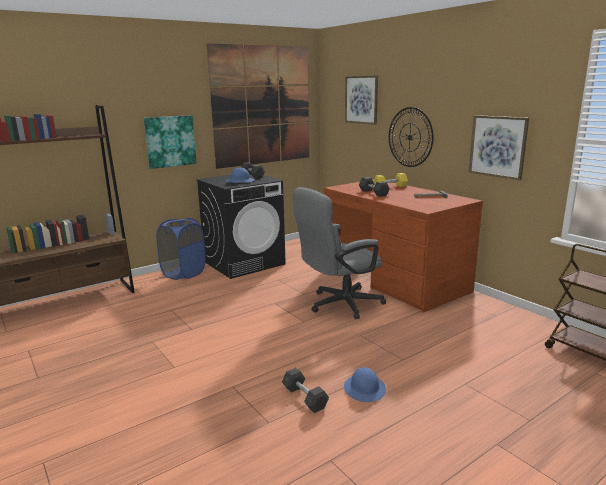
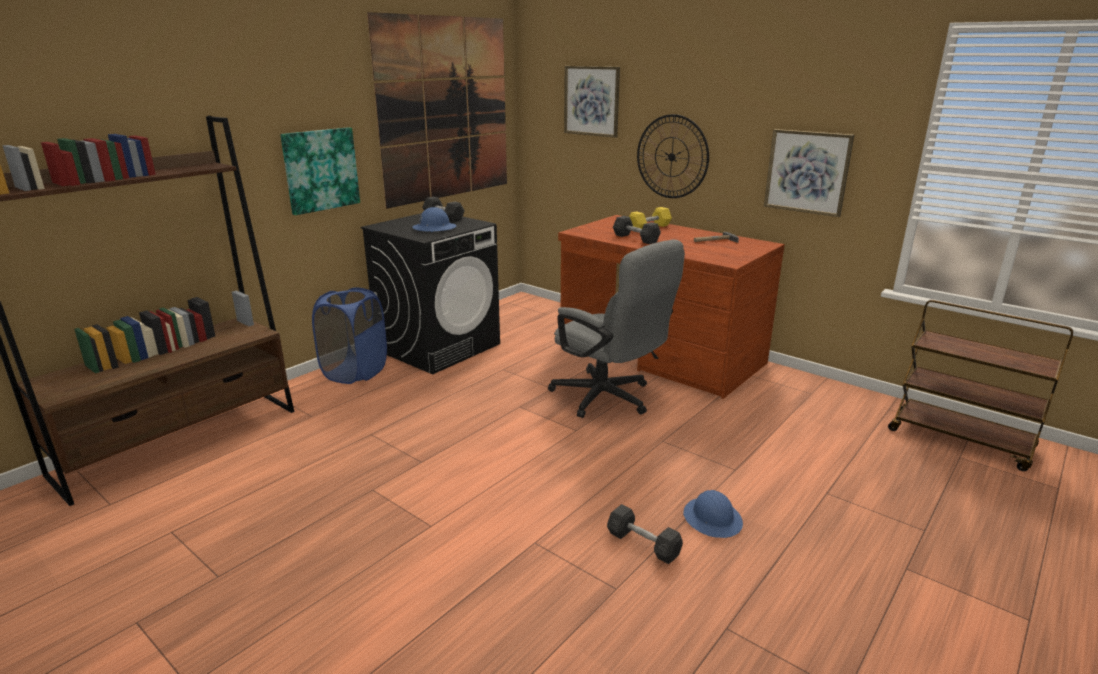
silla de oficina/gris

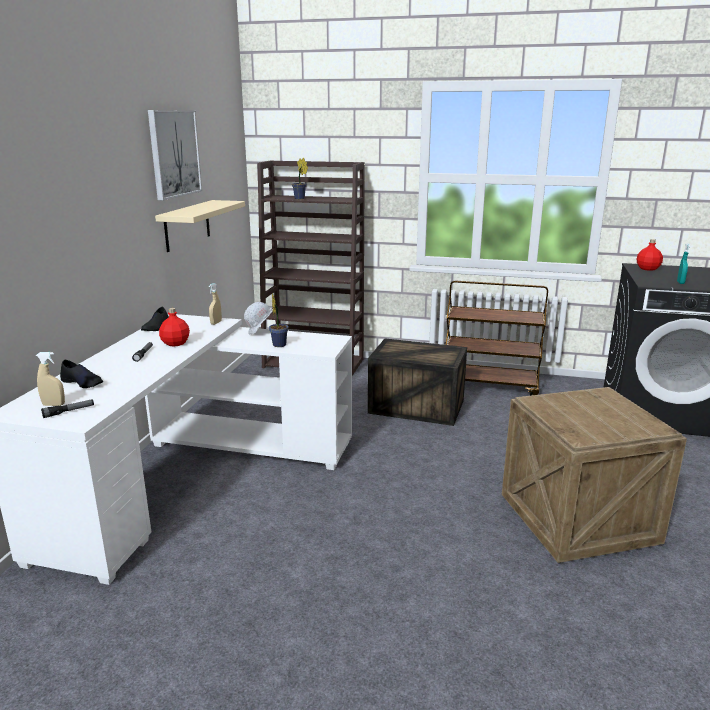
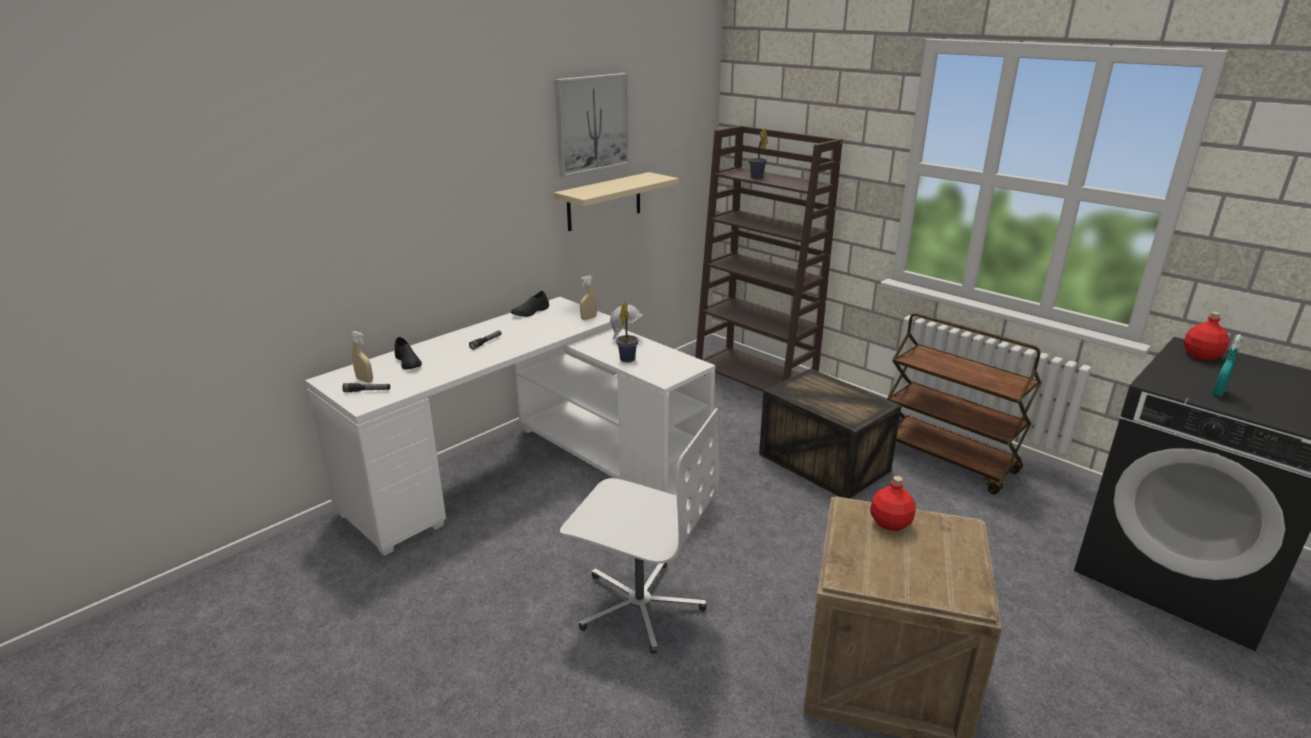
botella/rojo (no. 1 from left)
silla de oficina/blanco

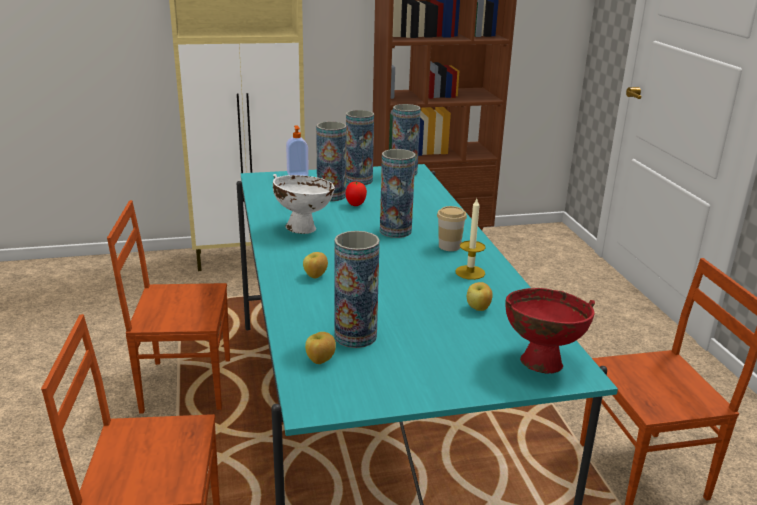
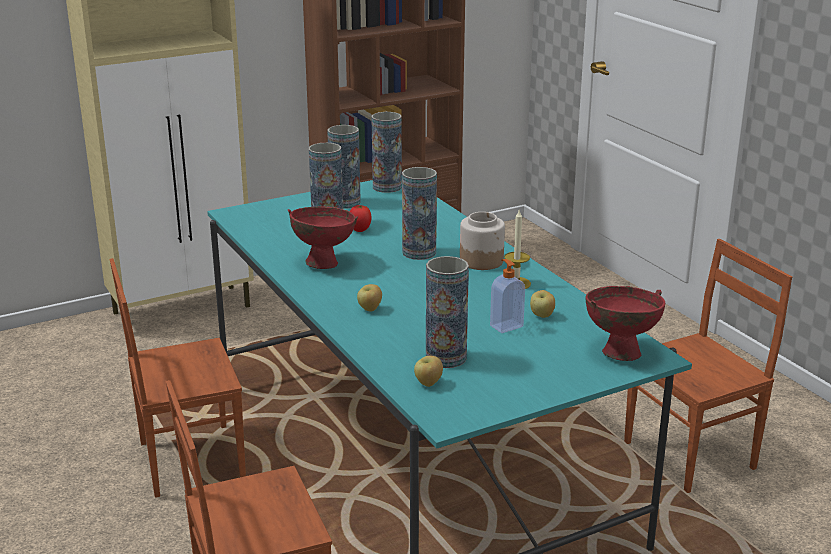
cuenco/rojo (no. 1 from left)
dispensador de jabón
tarro

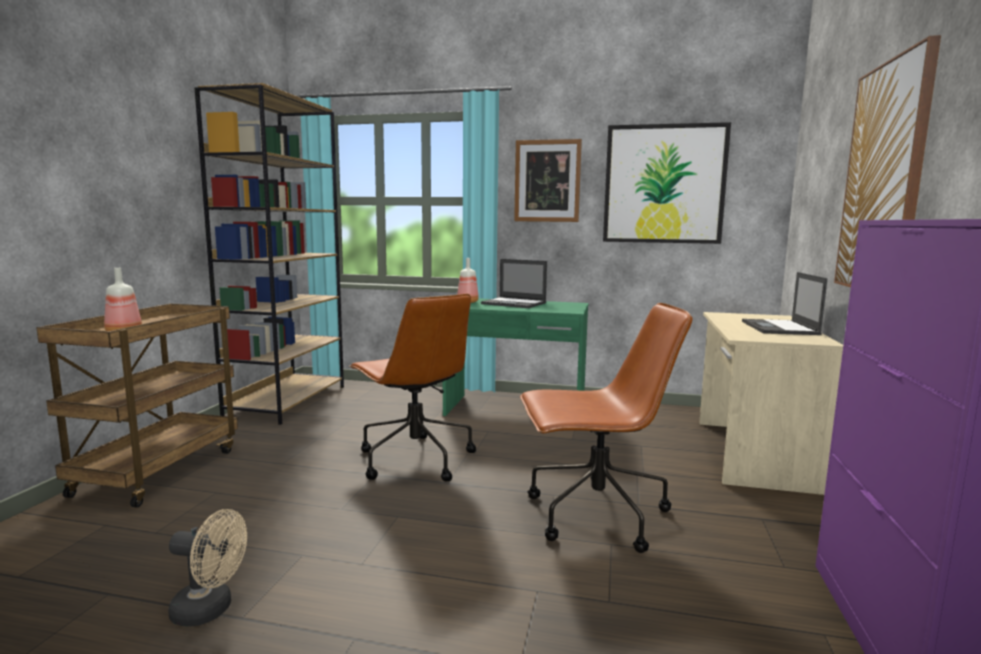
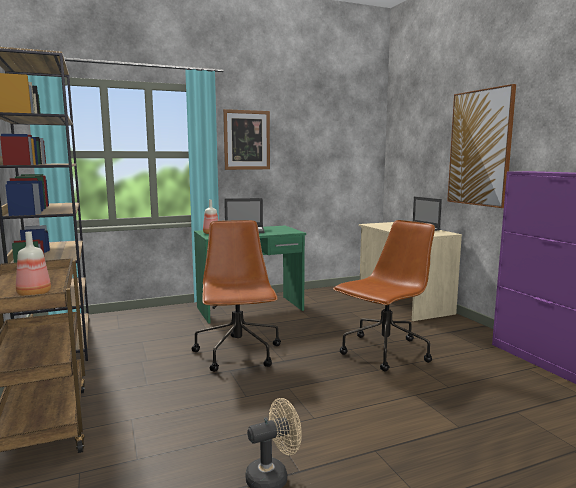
silla de oficina/marrón (no. 1 from left)
cuadro (no. 2 from left in the first image)

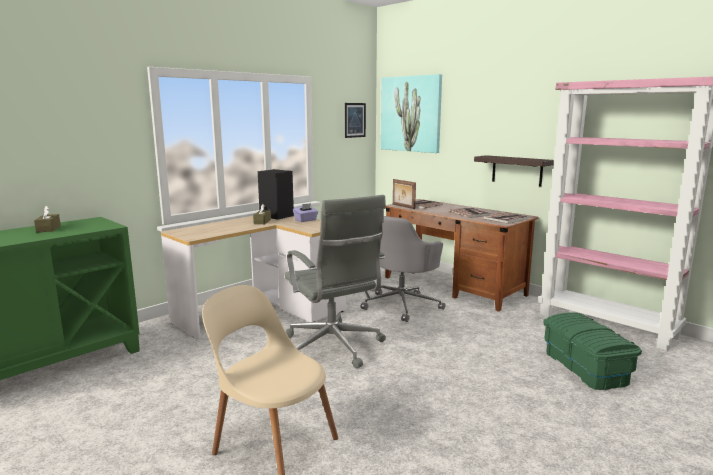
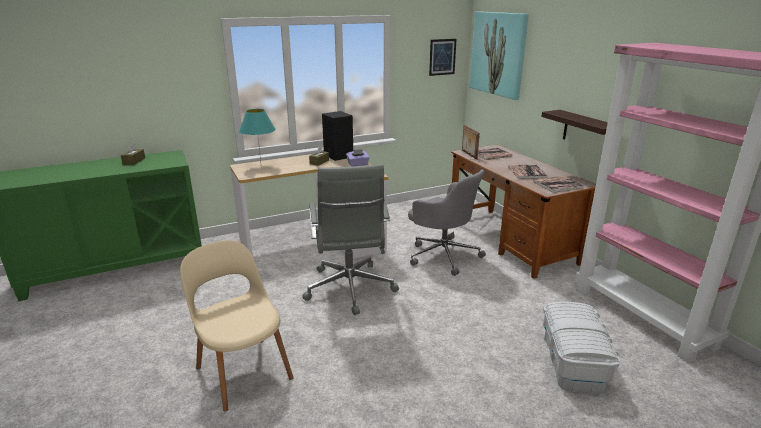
silla de oficina/gris (no. 2 from left)
caja de almacenaje/blanco
lámpara de mesa/turquesa

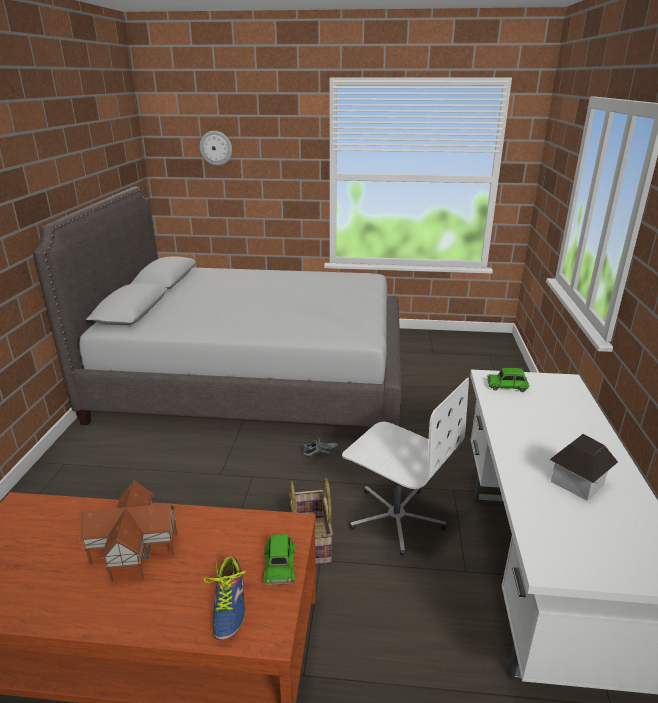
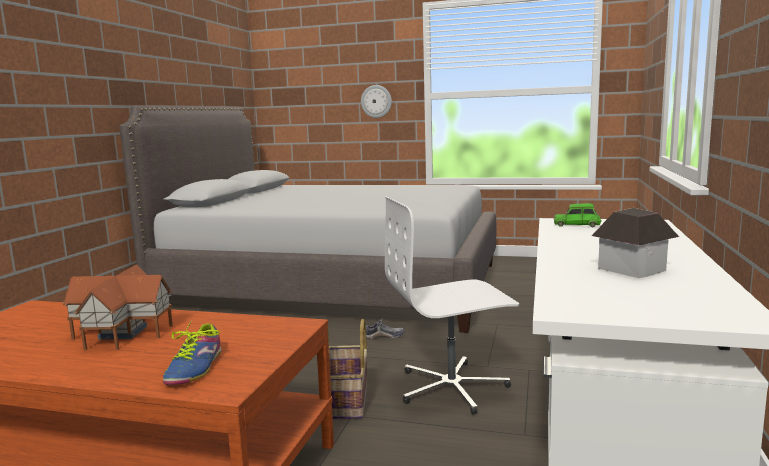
reloj de pared
coche de juguete/verde (no. 1 from left in the first image)
silla de oficina/blanco

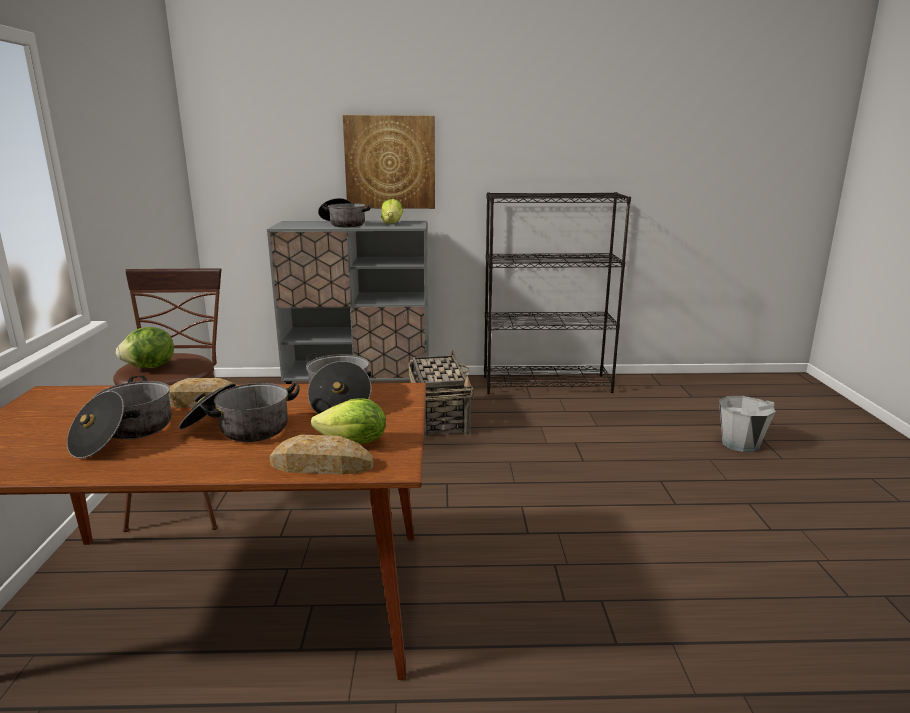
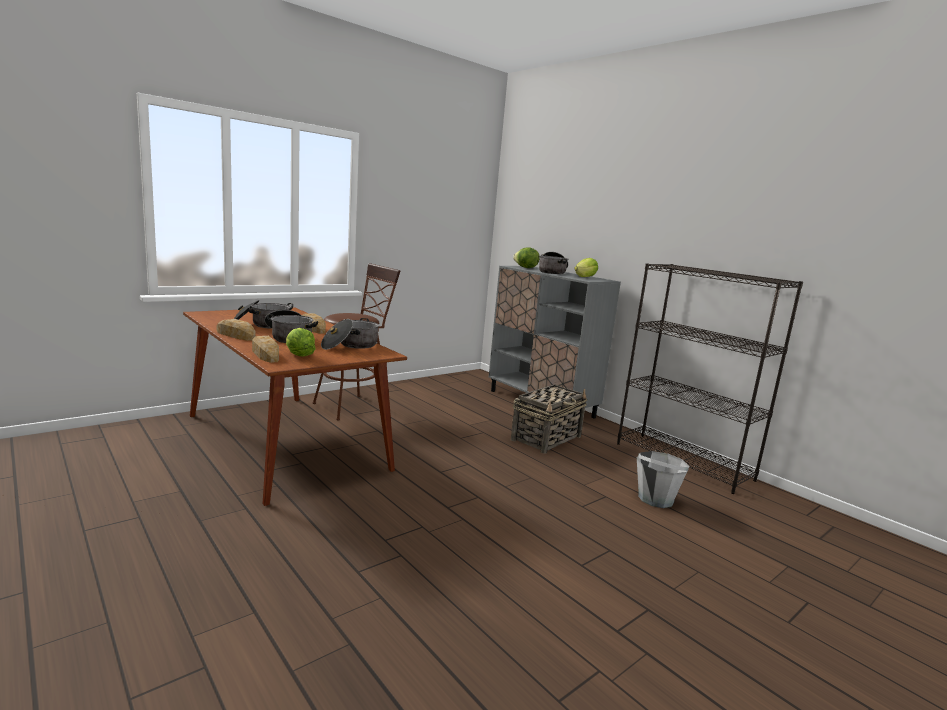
lechuga (no. 2 from left)
cuadro
cubo/gris
pan (no. 1 from left)

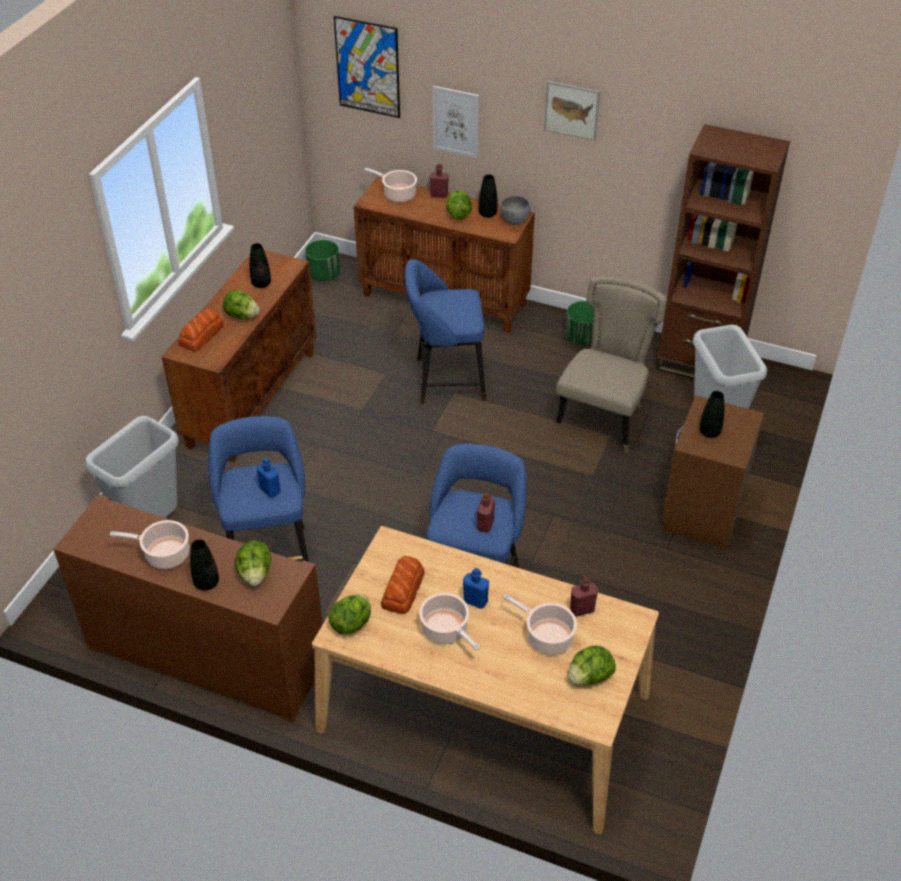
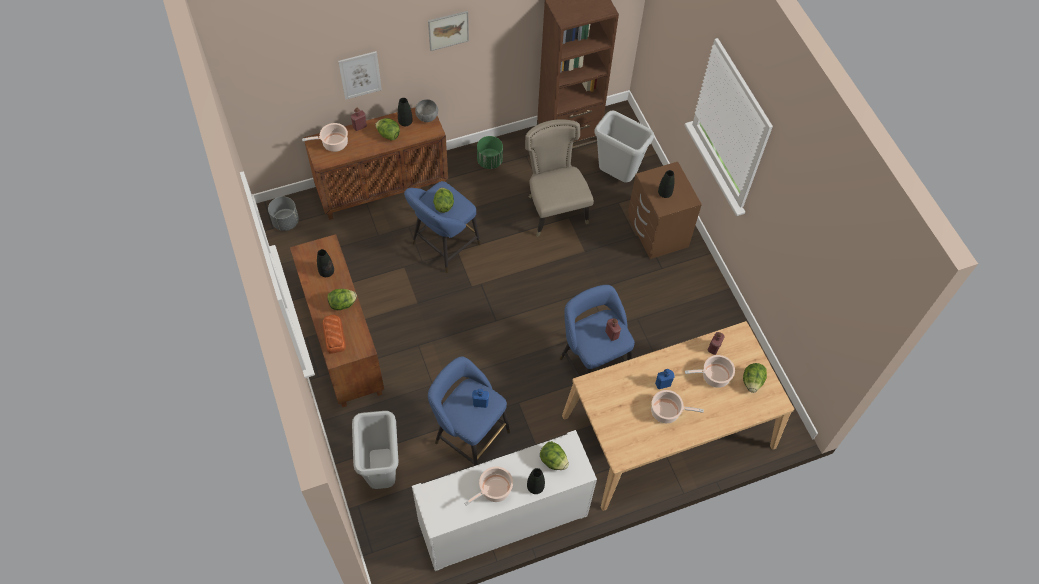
armario/blanco
maceta/gris
lechuga (no. 3 from left)
cuadro (no. 1 from left in the first image)
pan (no. 2 from left in the first image)

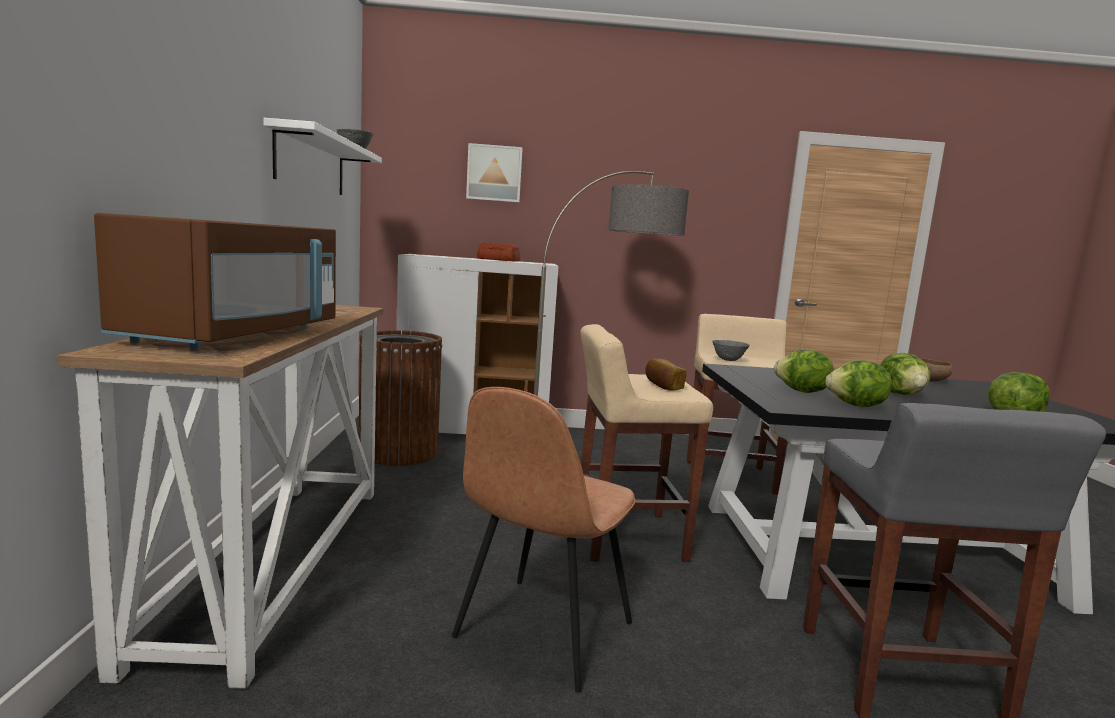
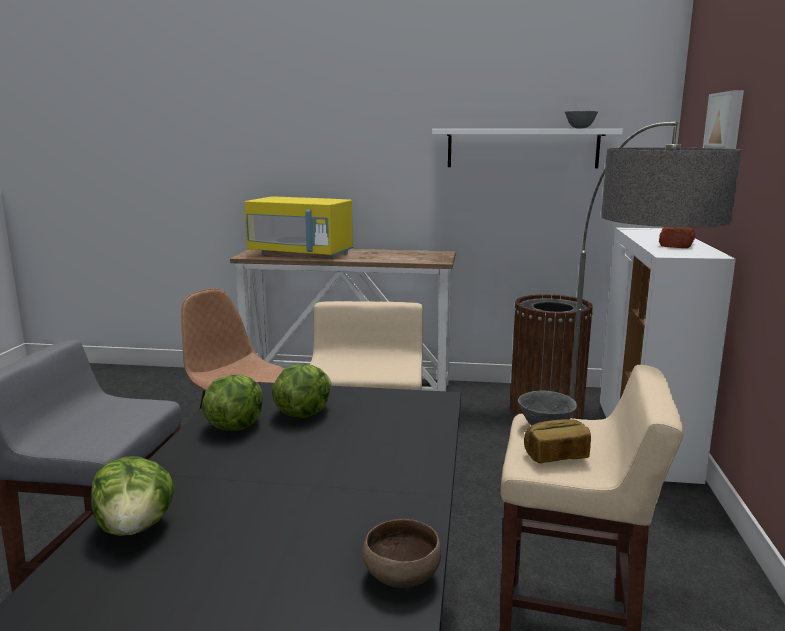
microondas/amarillo
pan (no. 1 from left)
lechuga (no. 3 from left in the first image)

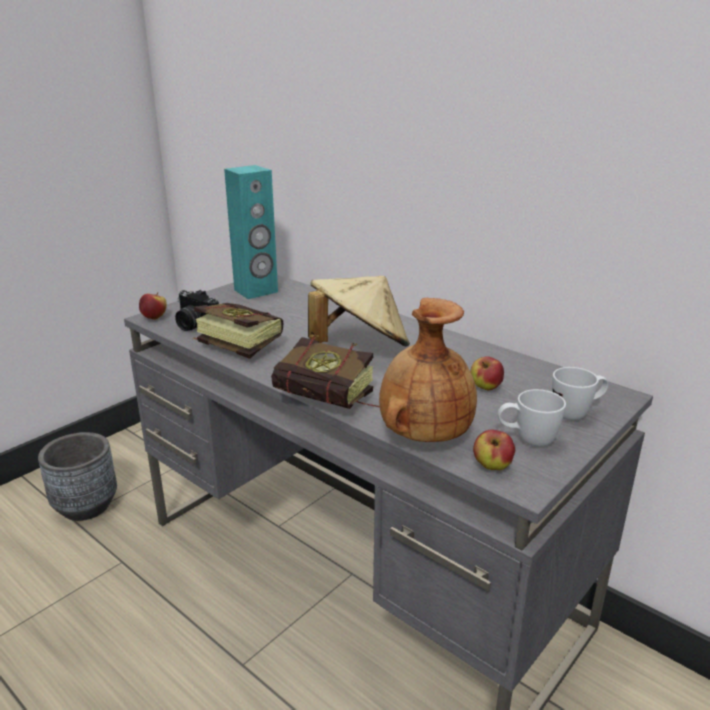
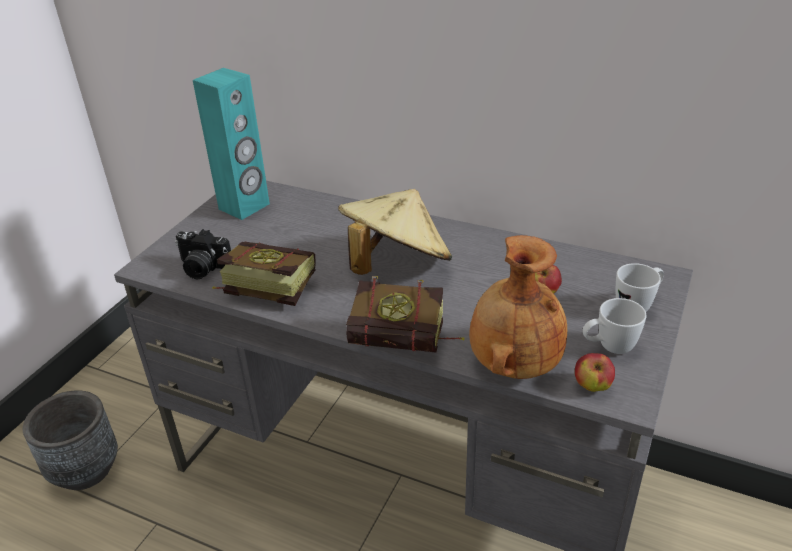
manzana (no. 1 from left in the first image)

